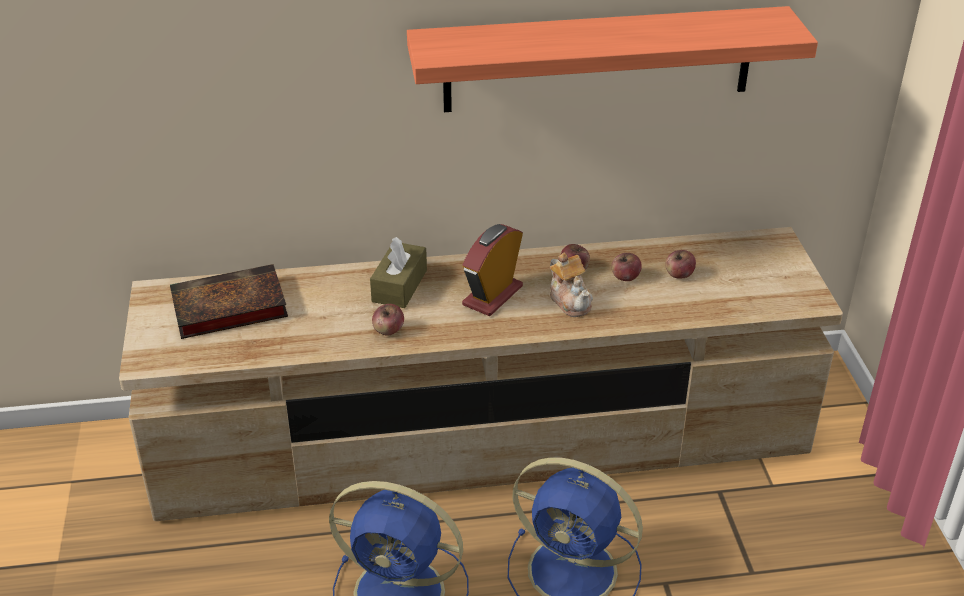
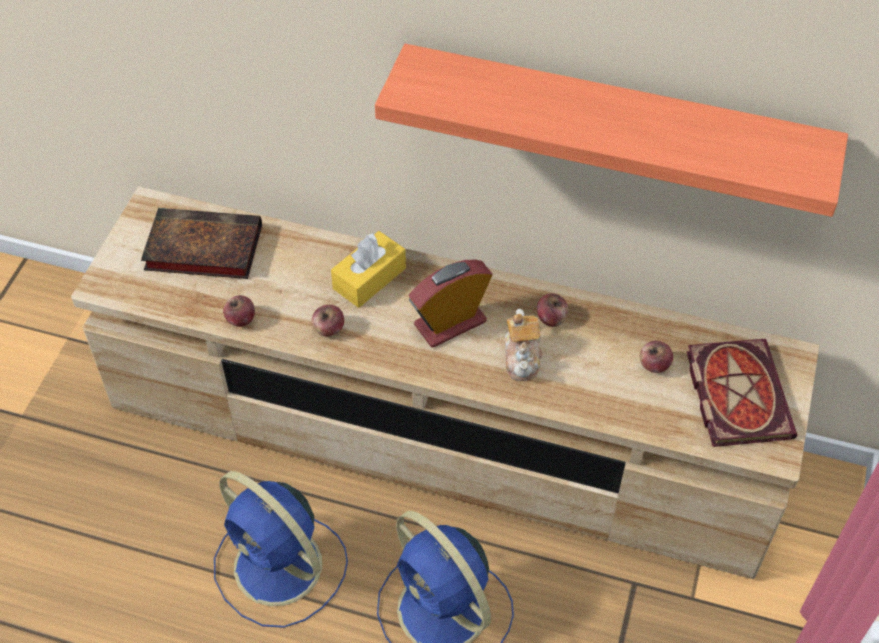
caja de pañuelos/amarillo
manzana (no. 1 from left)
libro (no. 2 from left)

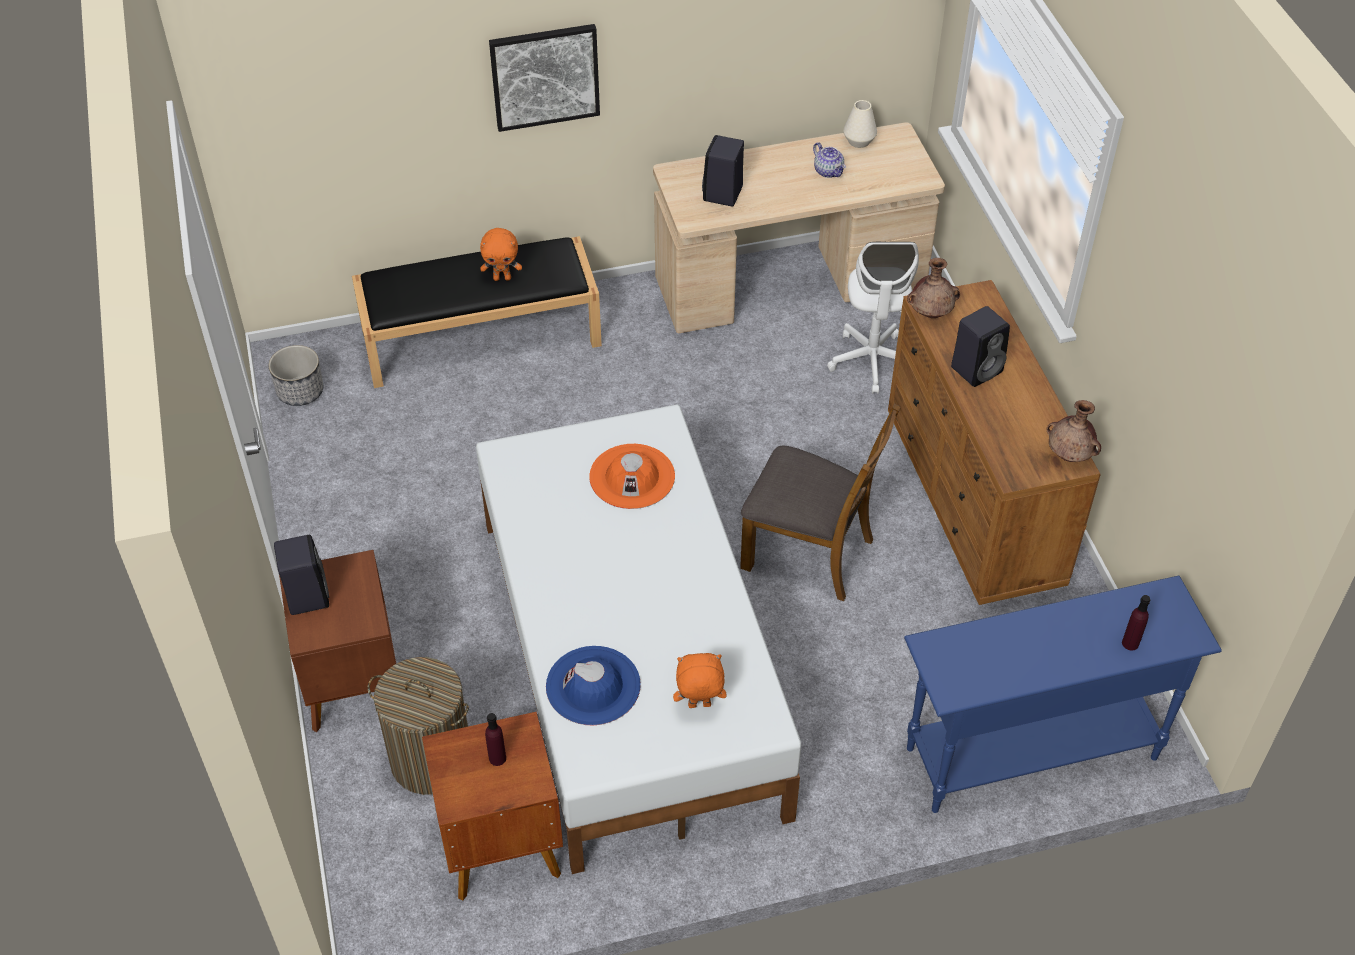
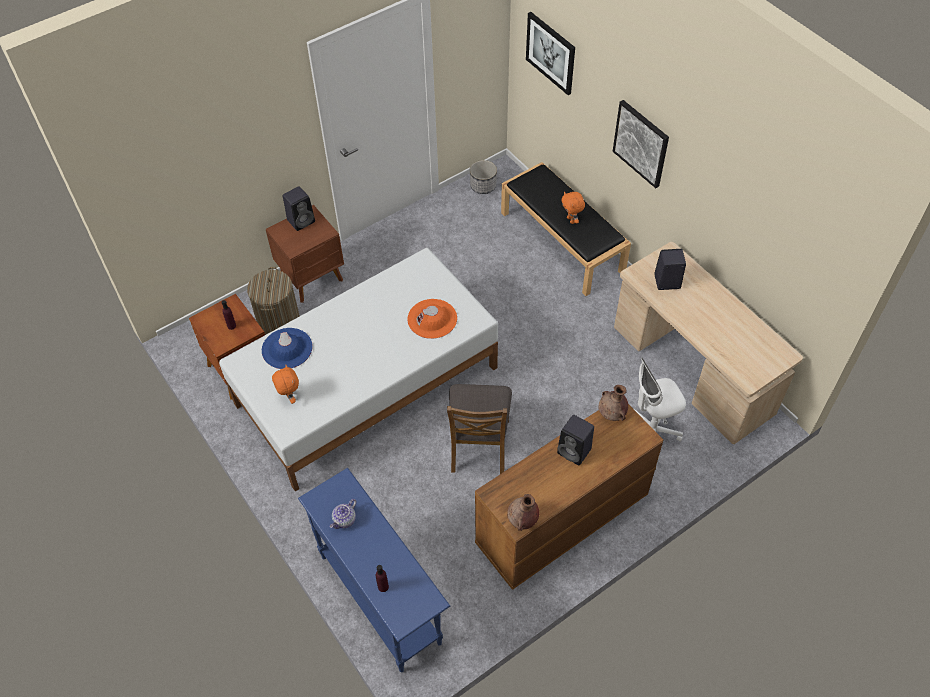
tetera
florero/blanco
cuadro (no. 1 from left)

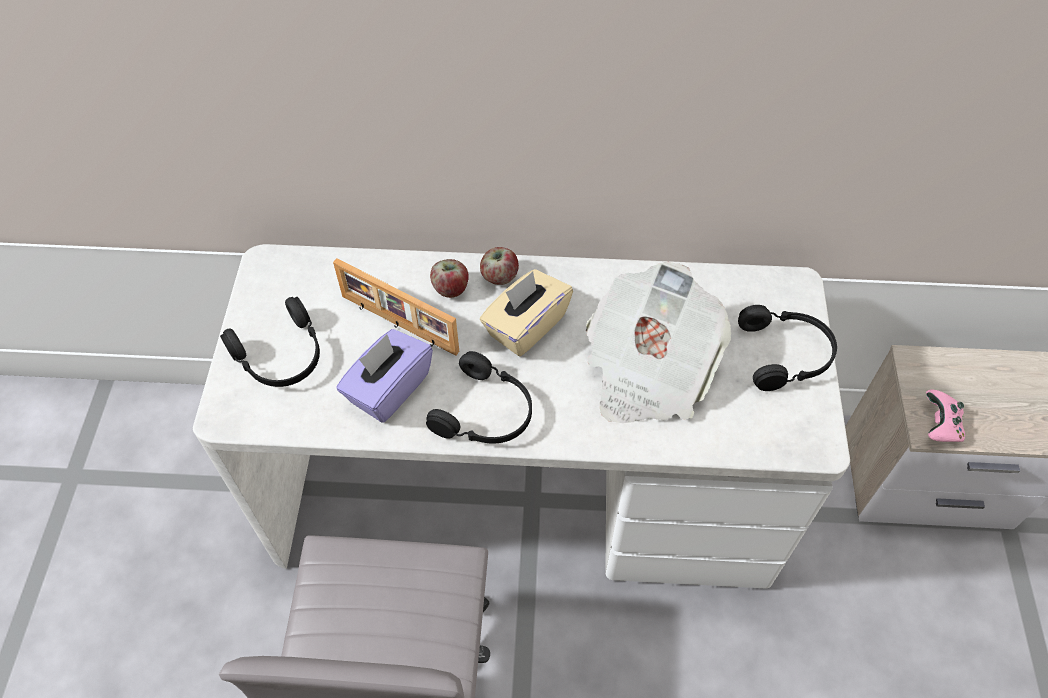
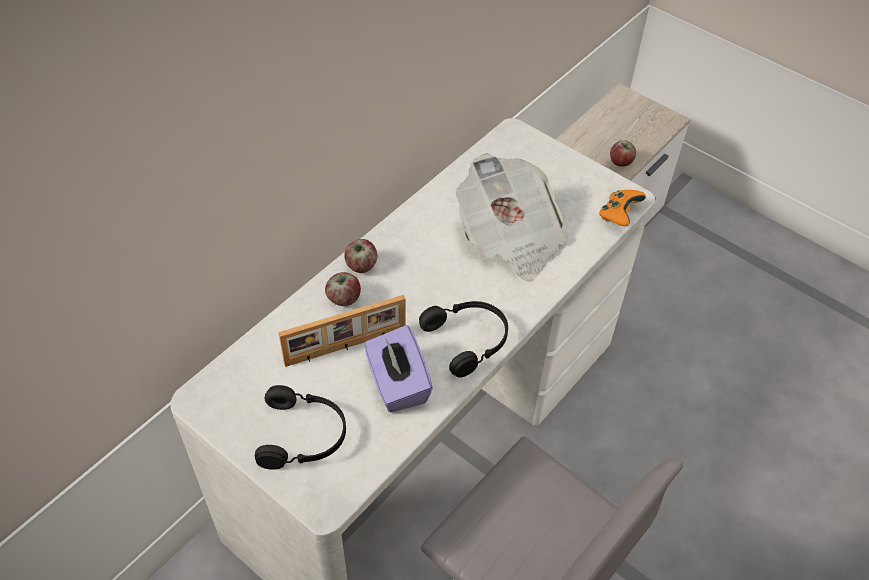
caja de pañuelos/beis
auriculares/negro (no. 3 from left in the first image)
manzana (no. 3 from left)
mando de consola/naranja

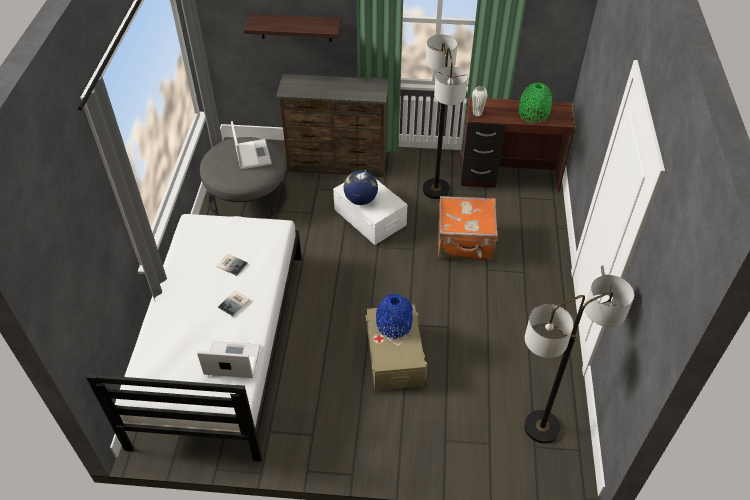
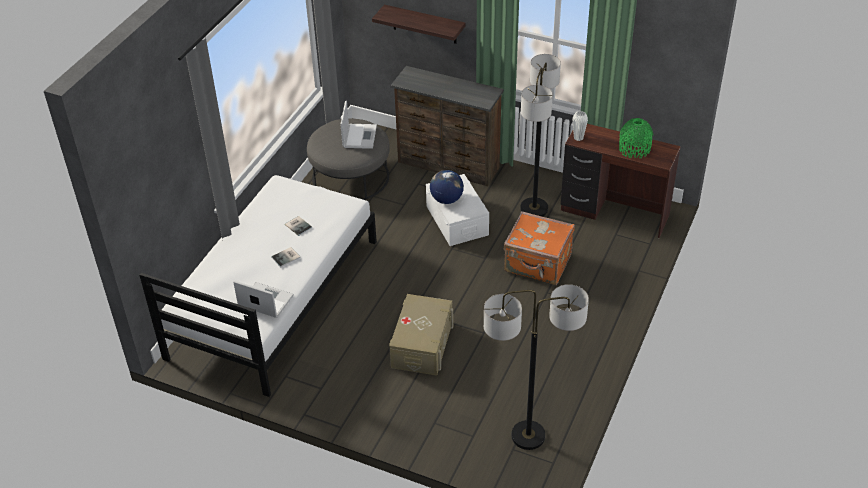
florero/azul

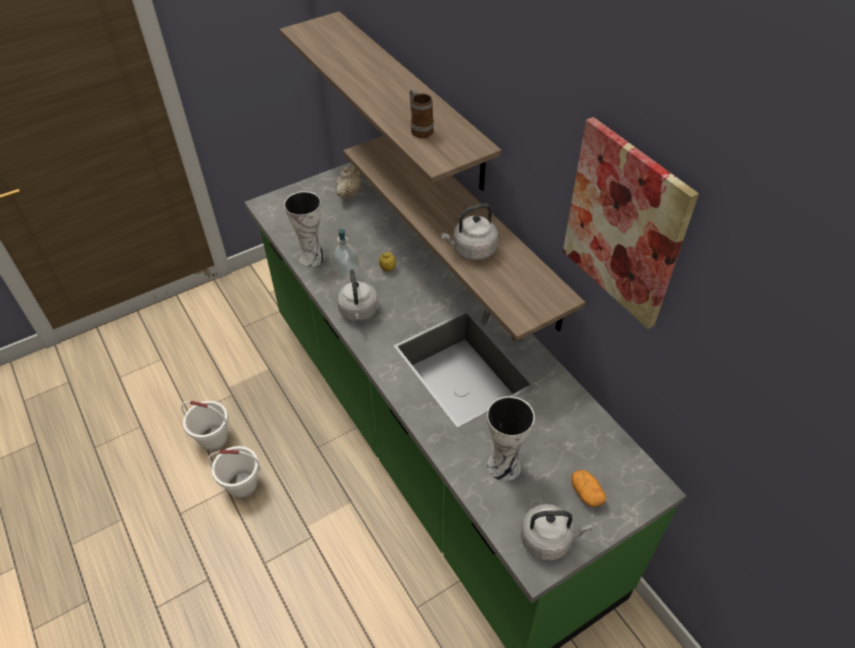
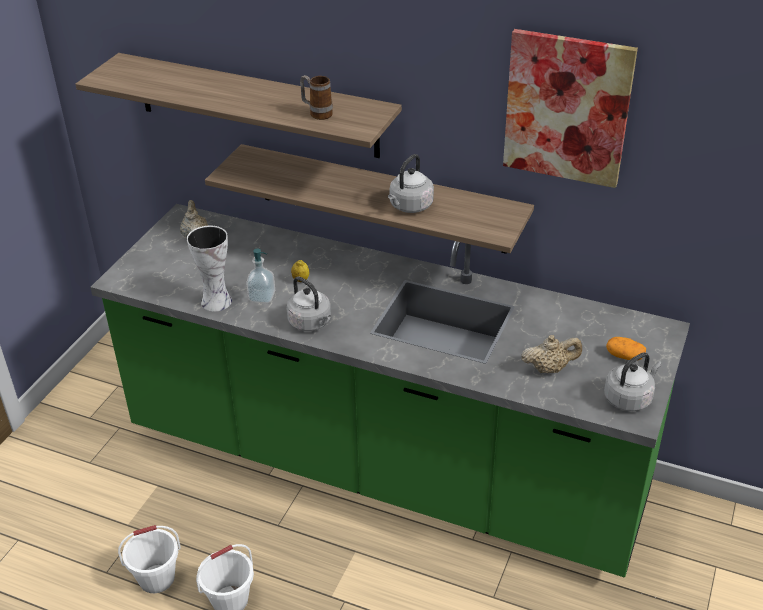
tetera/beis (no. 2 from left)

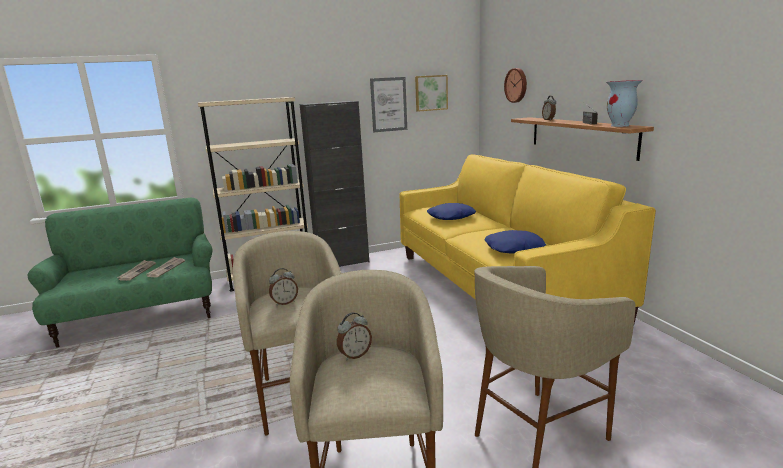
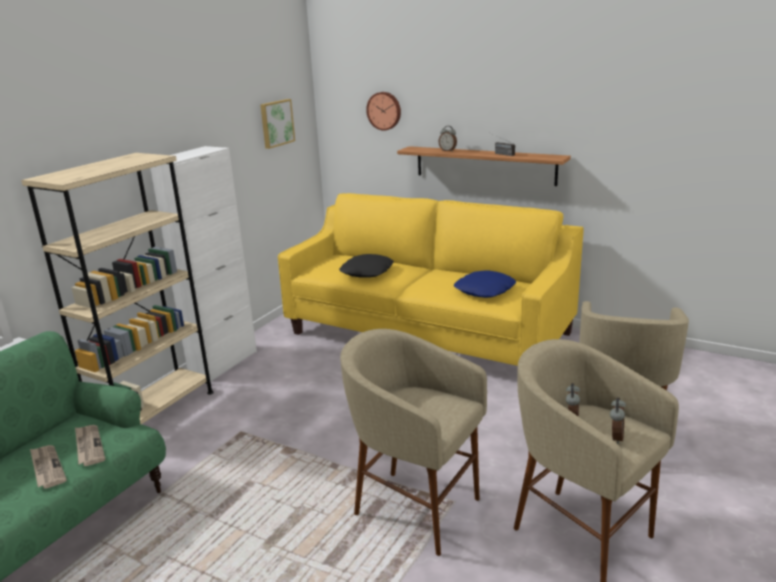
despertador (no. 3 from left)
armario/blanco
cuadro (no. 1 from left in the first image)
cojín/negro
florero

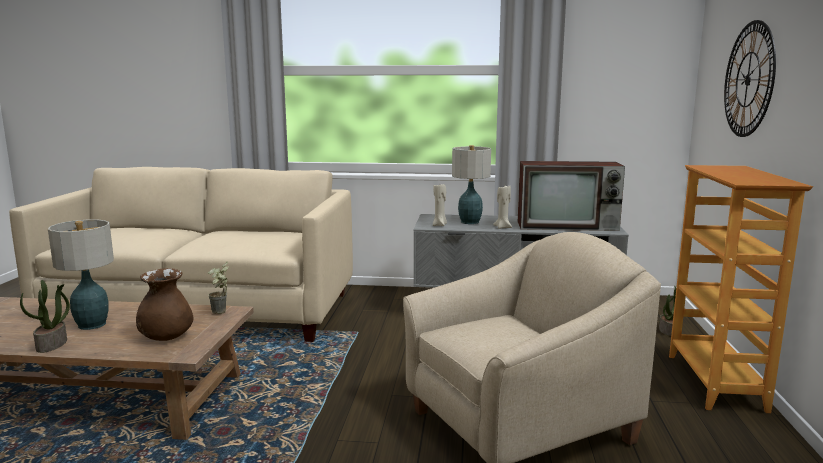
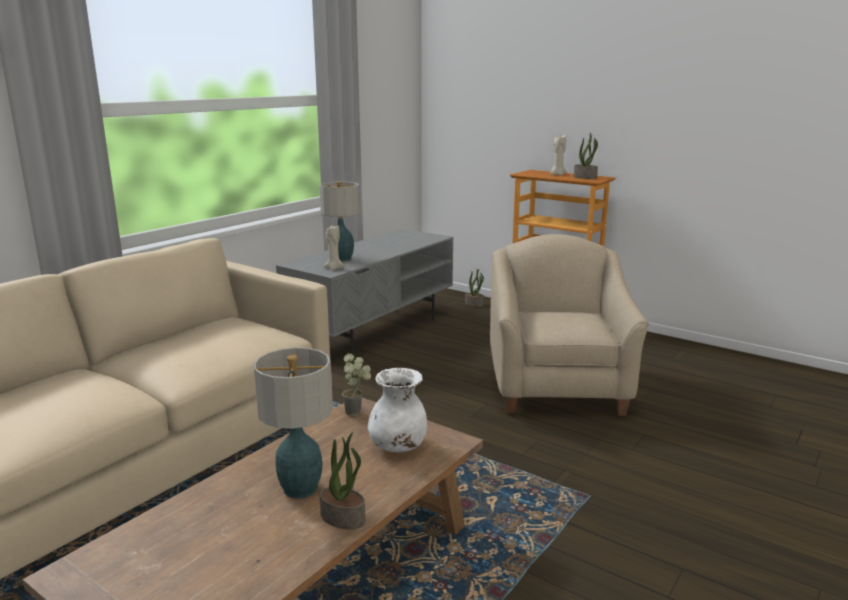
florero/blanco
vela/beis (no. 2 from left)
televisor
reloj de pared
planta en maceta (no. 4 from left)

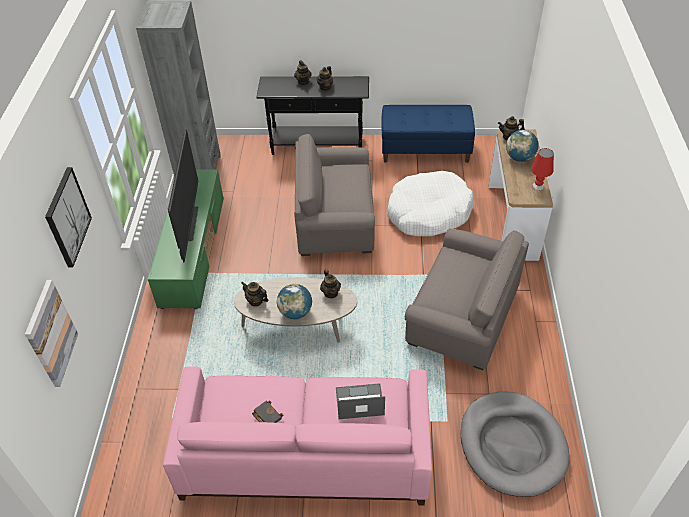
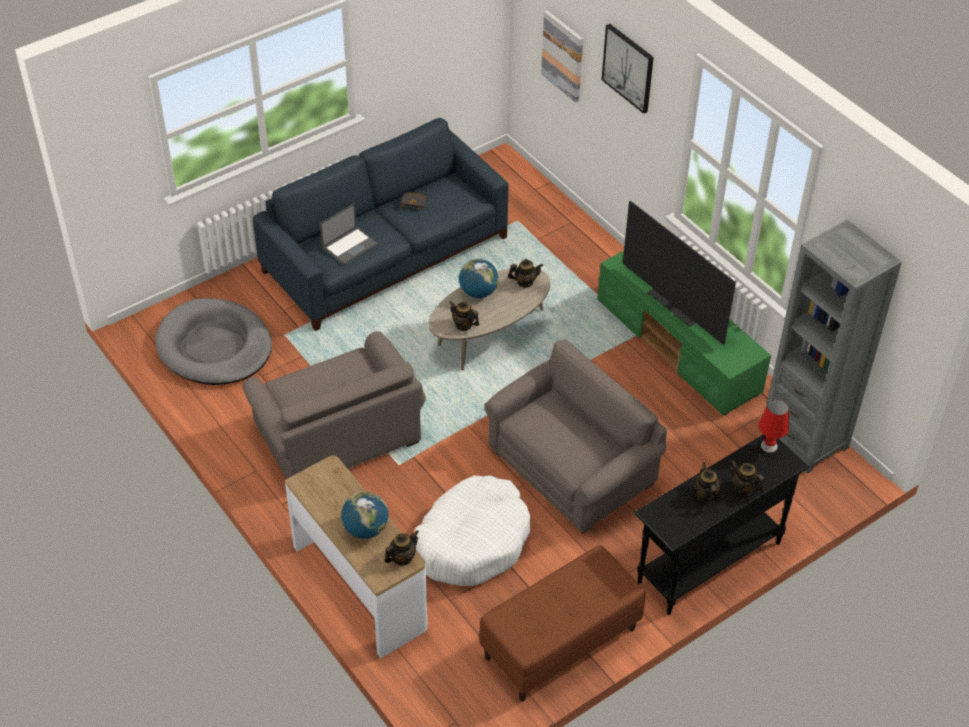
sofá/azul
banco/marrón
sillón/gris (no. 1 from left)
lámpara de mesa/rojo

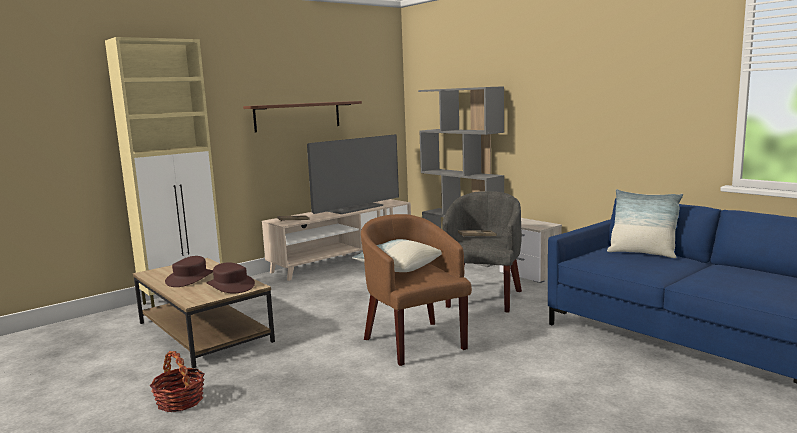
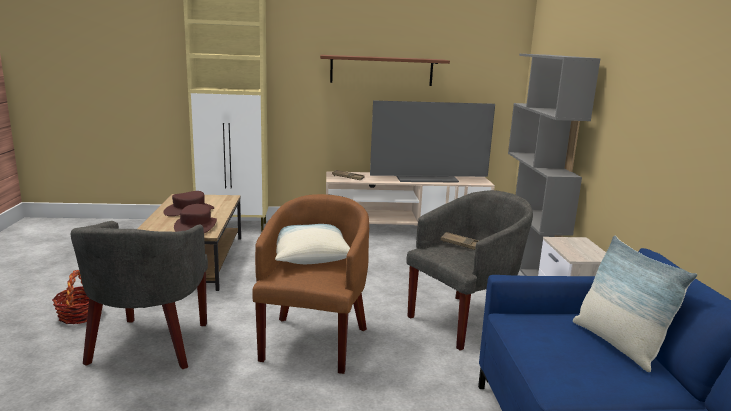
sillón/gris (no. 1 from left)

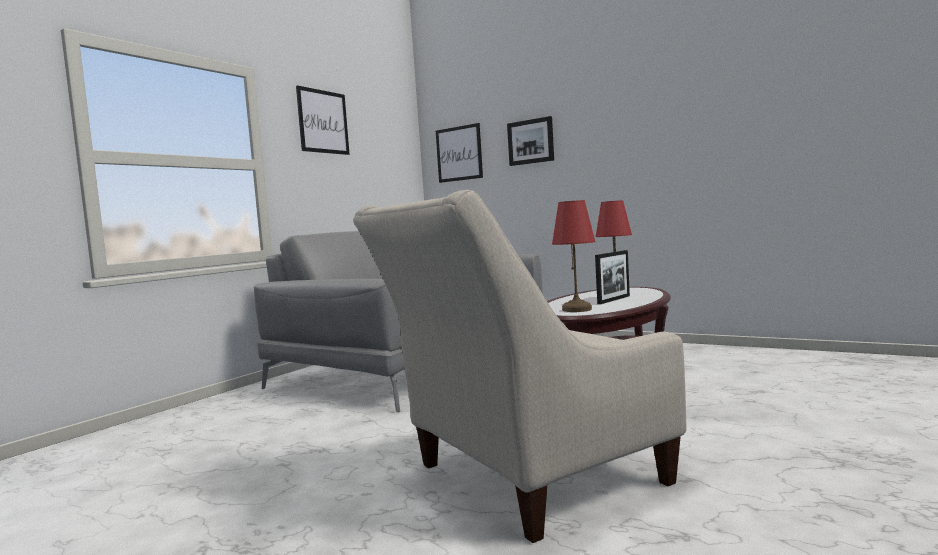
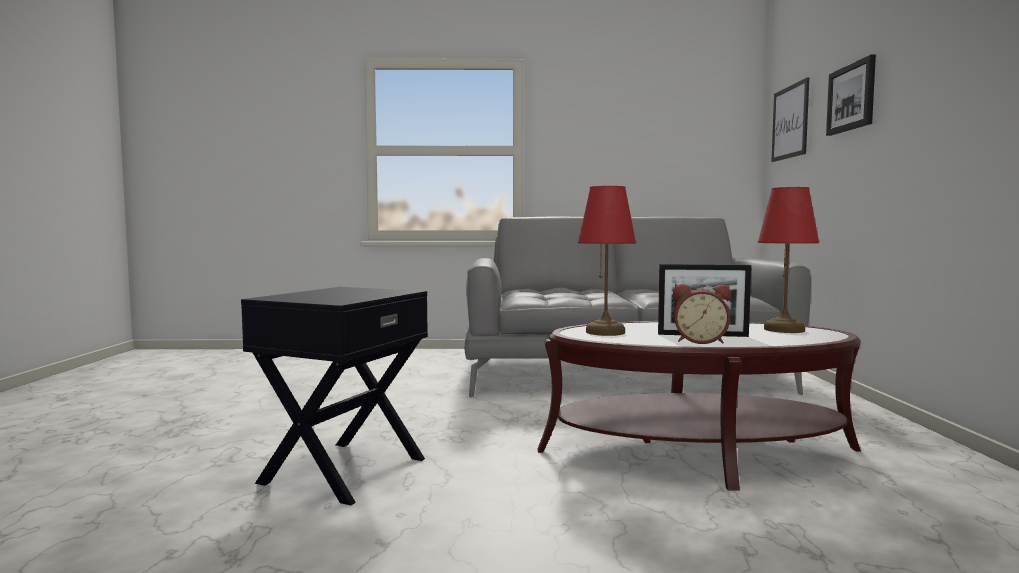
cuadro (no. 1 from left in the first image)
mesa auxiliar/negro
despertador

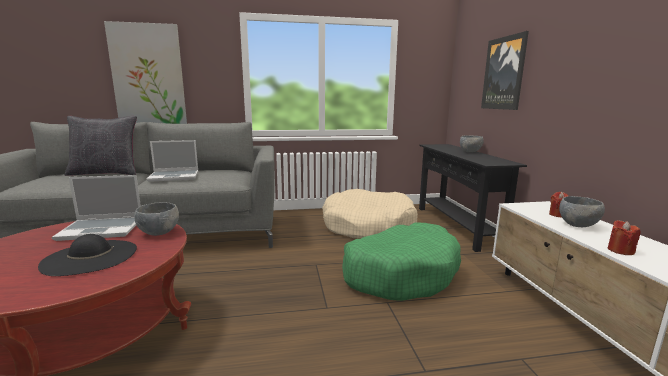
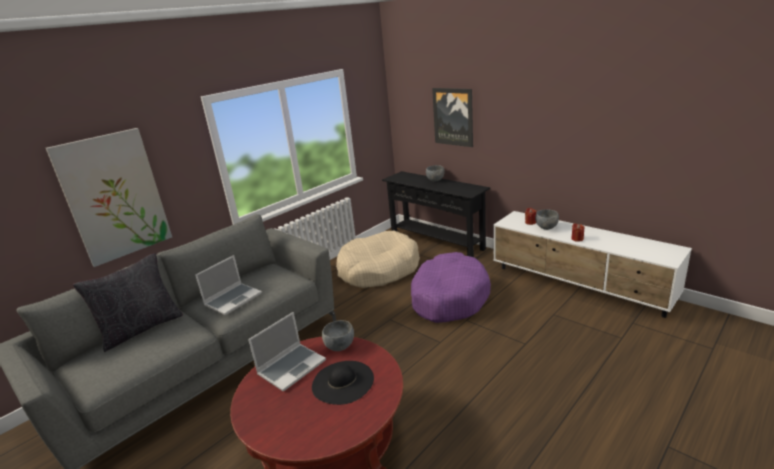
cama para perro/morado

